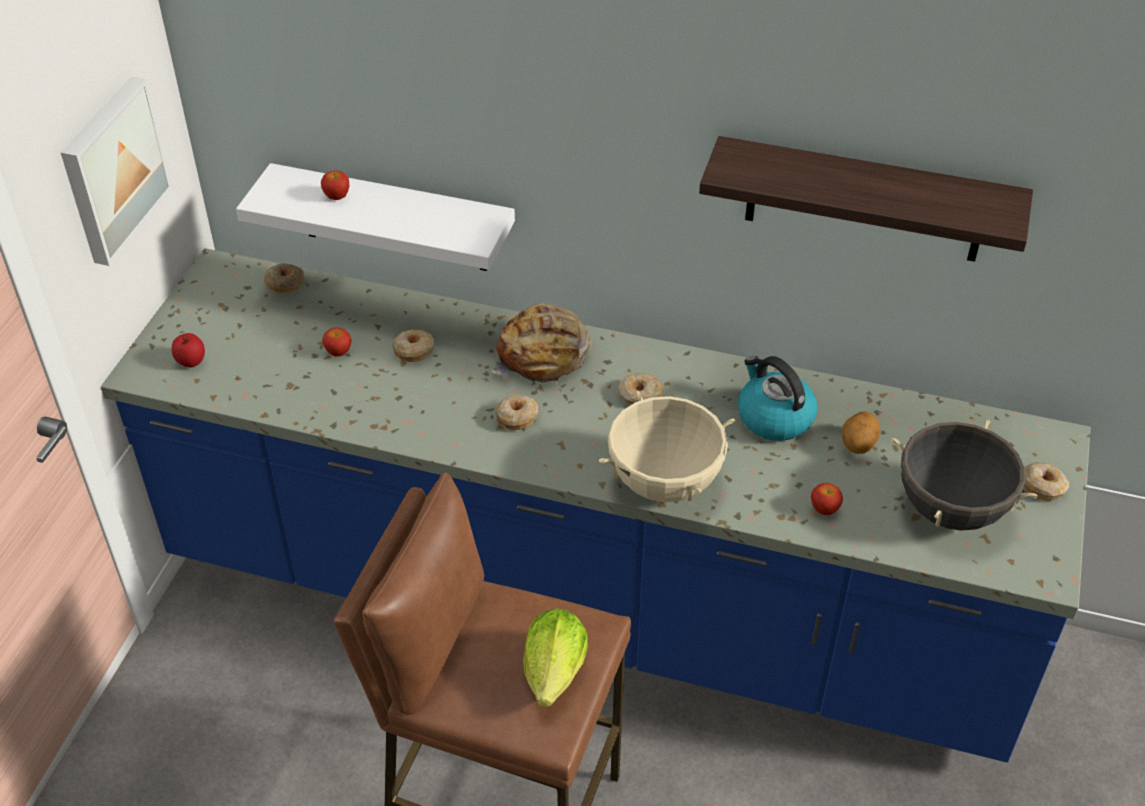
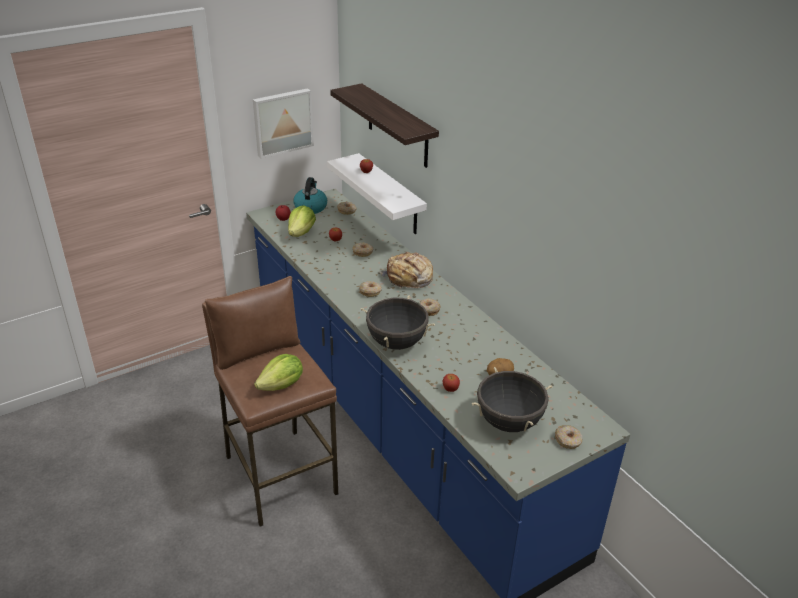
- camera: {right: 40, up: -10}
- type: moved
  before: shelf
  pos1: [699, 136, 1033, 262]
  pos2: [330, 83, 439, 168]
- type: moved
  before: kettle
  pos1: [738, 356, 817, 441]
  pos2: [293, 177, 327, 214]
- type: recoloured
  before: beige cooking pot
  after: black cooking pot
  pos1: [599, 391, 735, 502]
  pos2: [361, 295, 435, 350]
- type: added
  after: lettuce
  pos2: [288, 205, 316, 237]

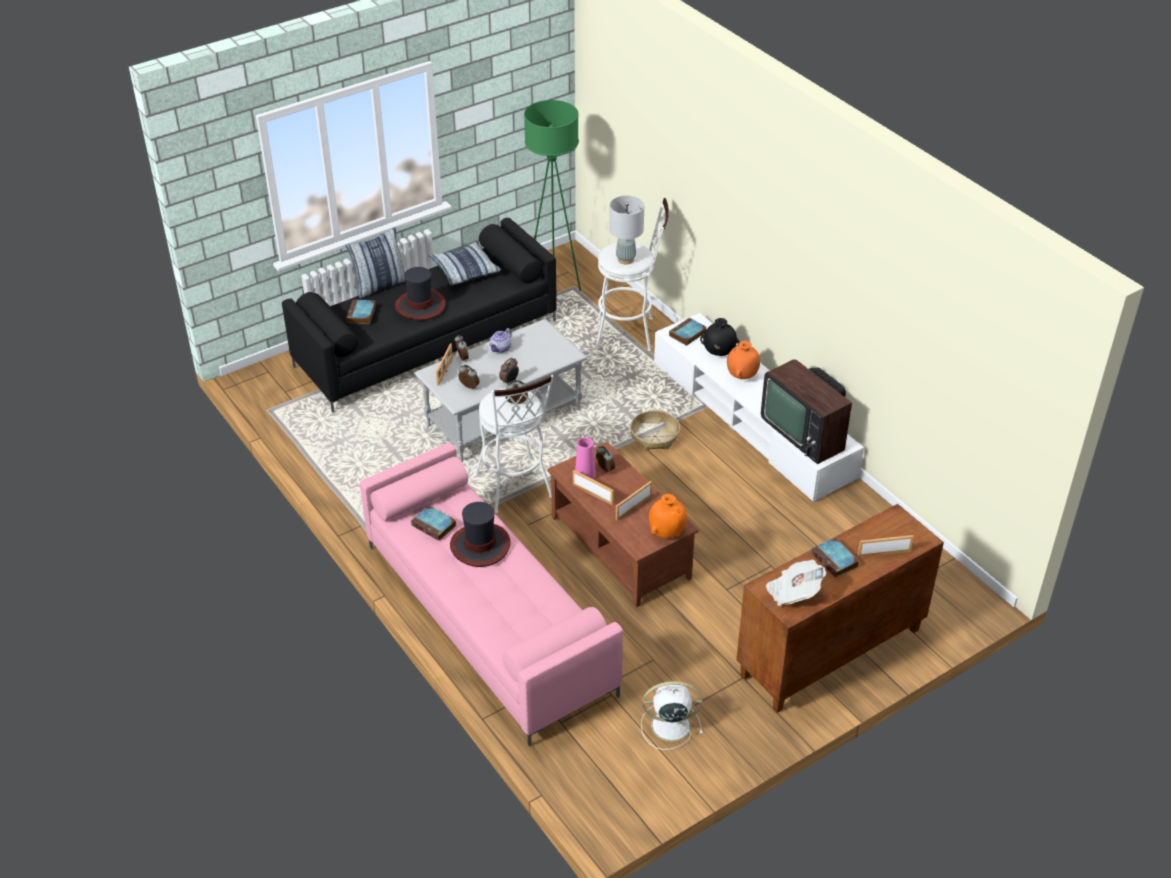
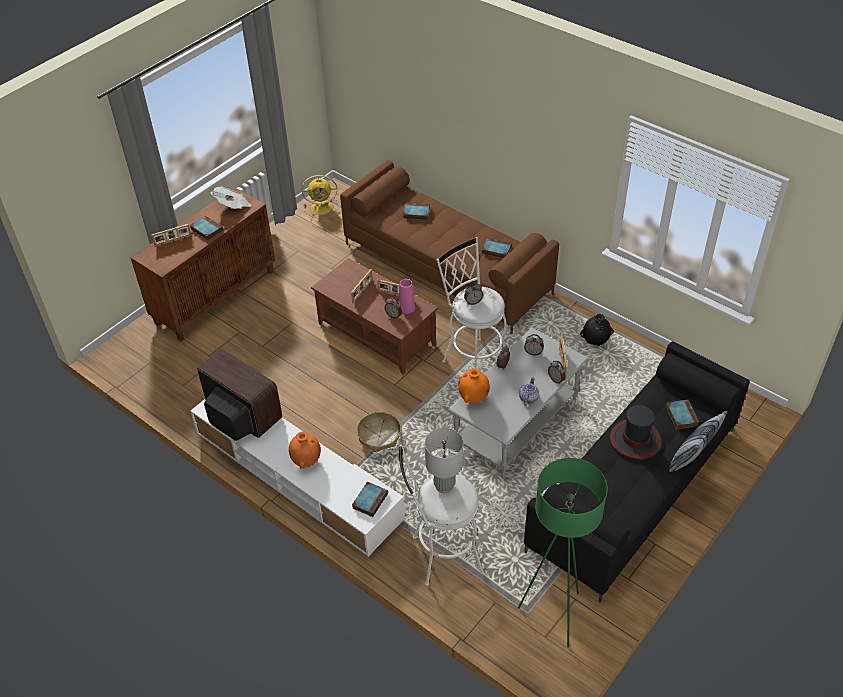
- camera: {right: 165, up: 5}
- type: removed
  before: pillow
  pos1: [428, 241, 501, 286]
- type: moved
  before: black vase
  pos1: [700, 318, 740, 356]
  pos2: [580, 314, 614, 346]
- type: recoloured
  before: pink sofa
  after: brown sofa
  pos1: [360, 443, 623, 747]
  pos2: [340, 160, 559, 334]
- type: moved
  before: orange vase
  pos1: [649, 494, 687, 538]
  pos2: [458, 368, 490, 403]
- type: removed
  before: hat
  pos1: [450, 502, 511, 567]
- type: removed
  before: white fan
  pos1: [641, 681, 703, 750]
- type: added
  after: yellow fan
  pos2: [302, 175, 339, 218]
- type: added
  after: book
  pos2: [403, 203, 430, 220]

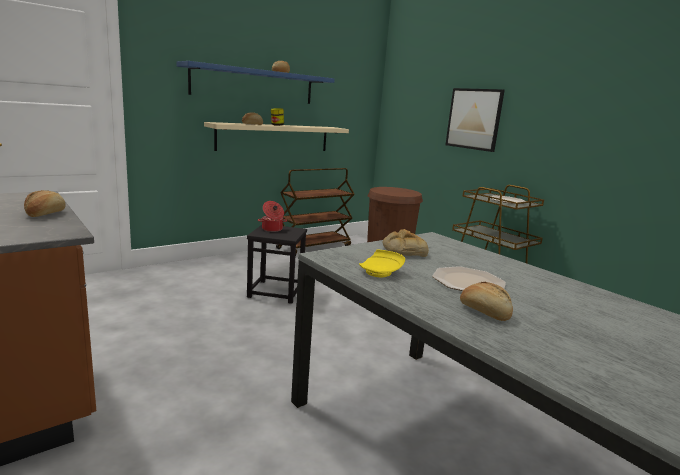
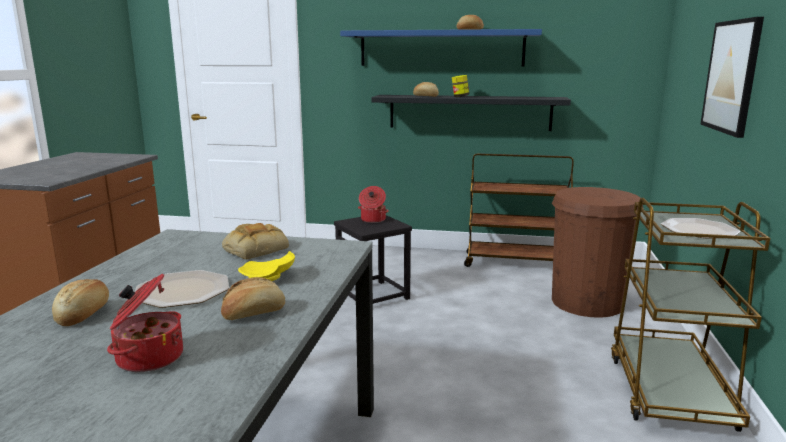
- camera: {right: 50, up: 0}
- type: recoloured
  before: beige shelf
  after: black shelf
  pos1: [204, 122, 349, 151]
  pos2: [372, 95, 571, 131]
- type: moved
  before: bread
  pos1: [24, 190, 66, 217]
  pos2: [221, 277, 285, 320]
- type: moved
  before: yellow plate
  pos1: [359, 249, 405, 277]
  pos2: [238, 251, 295, 281]
- type: added
  after: cooking pot
  pos2: [107, 274, 183, 372]

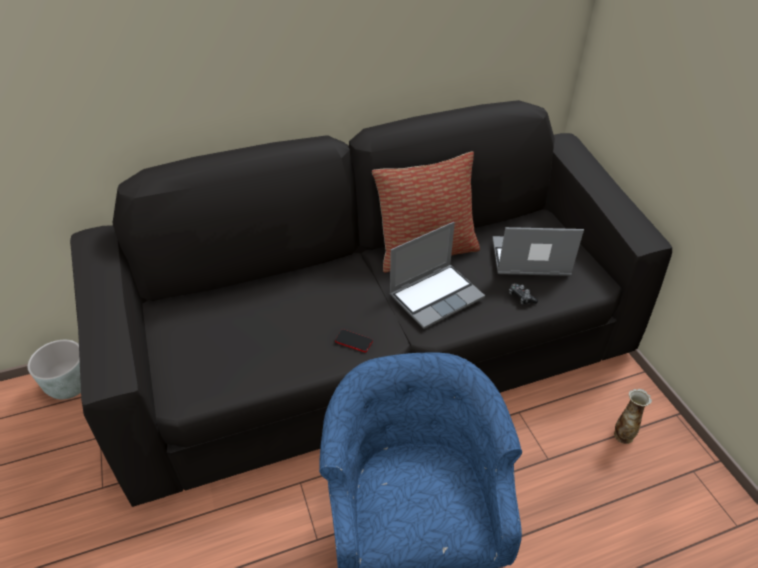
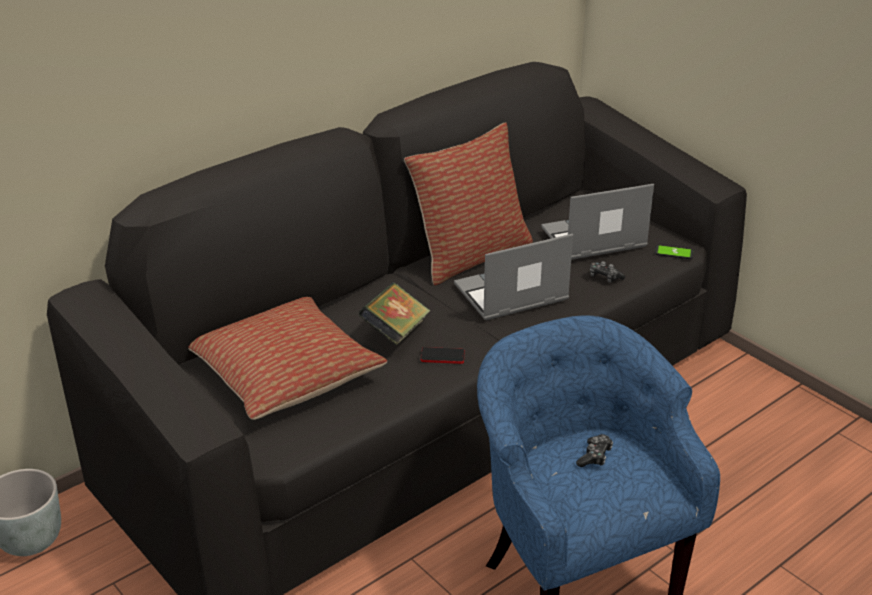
- camera: {right: -20, up: -10}
- type: turned
  before: laptop
  pos1: [389, 222, 485, 329]
  pos2: [454, 234, 573, 320]
  turn: -150
- type: removed
  before: vase
  pos1: [614, 389, 652, 444]
- type: added
  after: phone
  pos2: [654, 245, 694, 259]
- type: added
  after: book
  pos2: [358, 283, 430, 346]
- type: added
  after: pillow
  pos2: [188, 297, 387, 420]
- type: added
  after: game controller
  pos2: [576, 434, 613, 467]

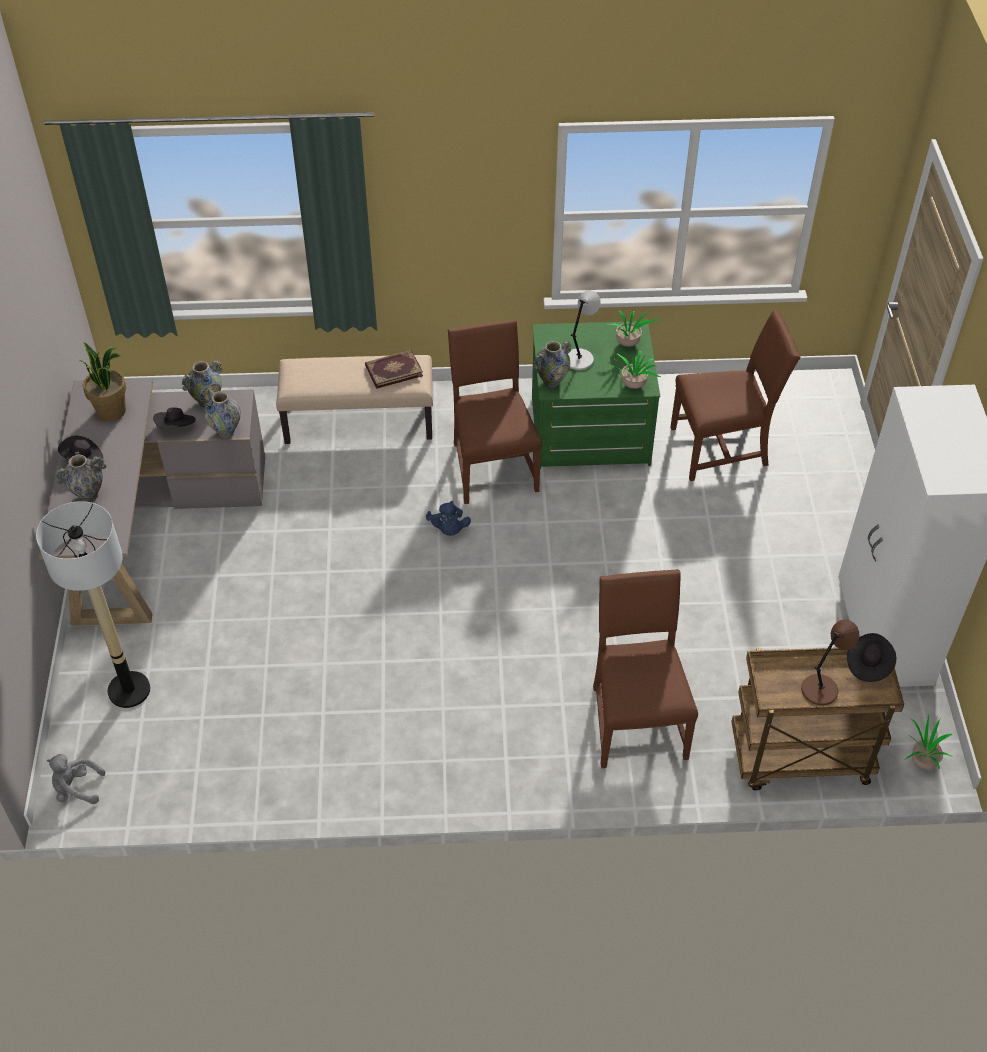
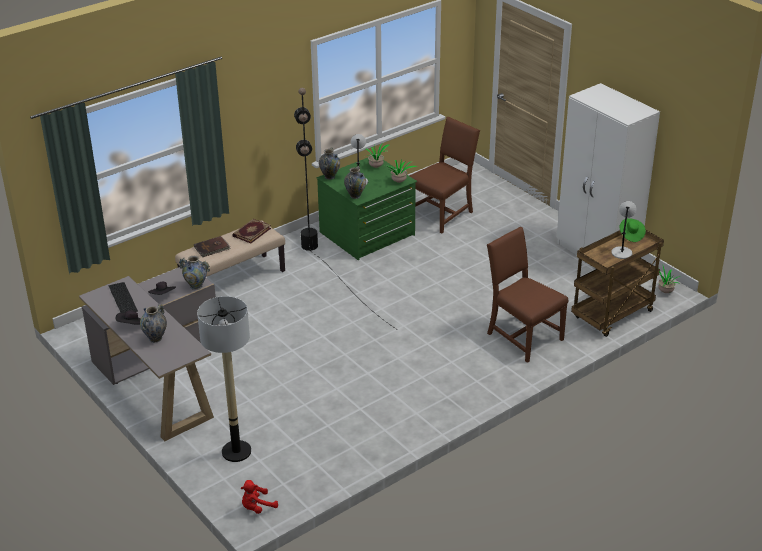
- camera: {right: -35, up: -15}
- type: replaced
  before: brown chair
  after: black floor lamp
  pos1: [448, 319, 542, 504]
  pos2: [294, 88, 396, 329]
- type: replaced
  before: potted plant
  after: keyboard
  pos1: [78, 342, 126, 421]
  pos2: [109, 282, 138, 313]
- type: moved
  before: vase
  pos1: [182, 360, 222, 408]
  pos2: [319, 148, 340, 180]
- type: removed
  before: blue plush toy
  pos1: [426, 501, 471, 536]
- type: recoloured
  before: brown table lamp
  after: grey table lamp
  pos1: [801, 619, 860, 705]
  pos2: [611, 201, 637, 259]
- type: recoloured
  before: black hat
  after: green hat
  pos1: [847, 633, 896, 682]
  pos2: [619, 218, 646, 242]
- type: recoloured
  before: grey plush toy
  after: red plush toy
  pos1: [47, 754, 105, 804]
  pos2: [241, 480, 278, 514]
- type: added
  after: brown book
  pos2: [194, 236, 231, 257]

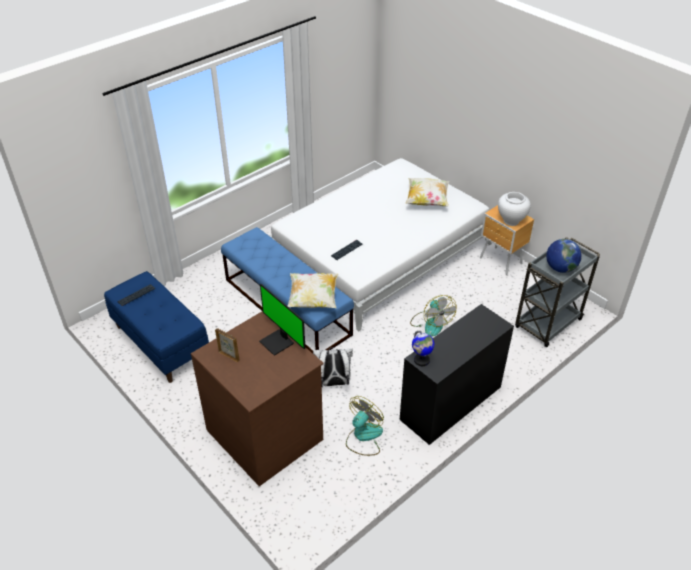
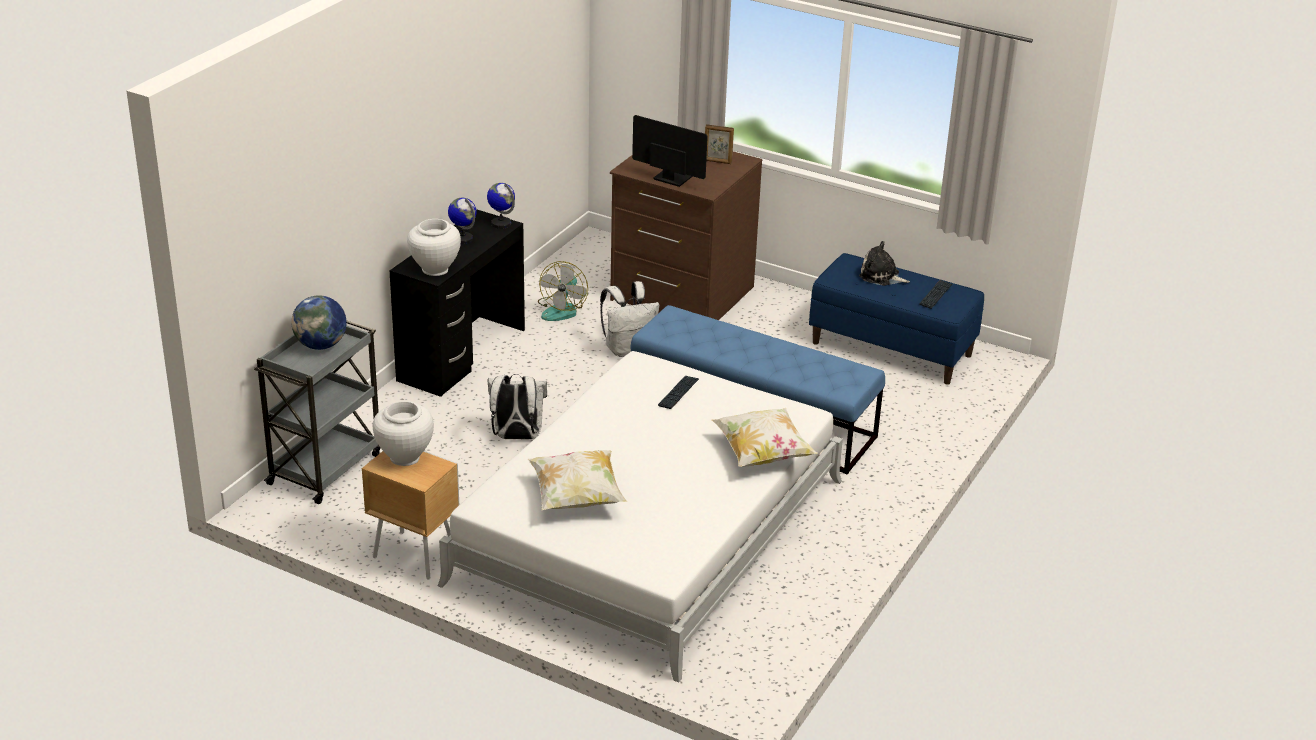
- camera: {right: 160, up: -10}
- type: moved
  before: pillow
  pos1: [288, 273, 338, 308]
  pos2: [712, 408, 818, 467]
- type: replaced
  before: fan
  after: white backpack
  pos1: [410, 295, 456, 337]
  pos2: [488, 374, 547, 439]
- type: added
  after: globe
  pos2: [448, 198, 477, 244]
- type: added
  after: white vase
  pos2: [407, 219, 461, 276]
- type: added
  after: plush toy
  pos2: [859, 241, 910, 286]

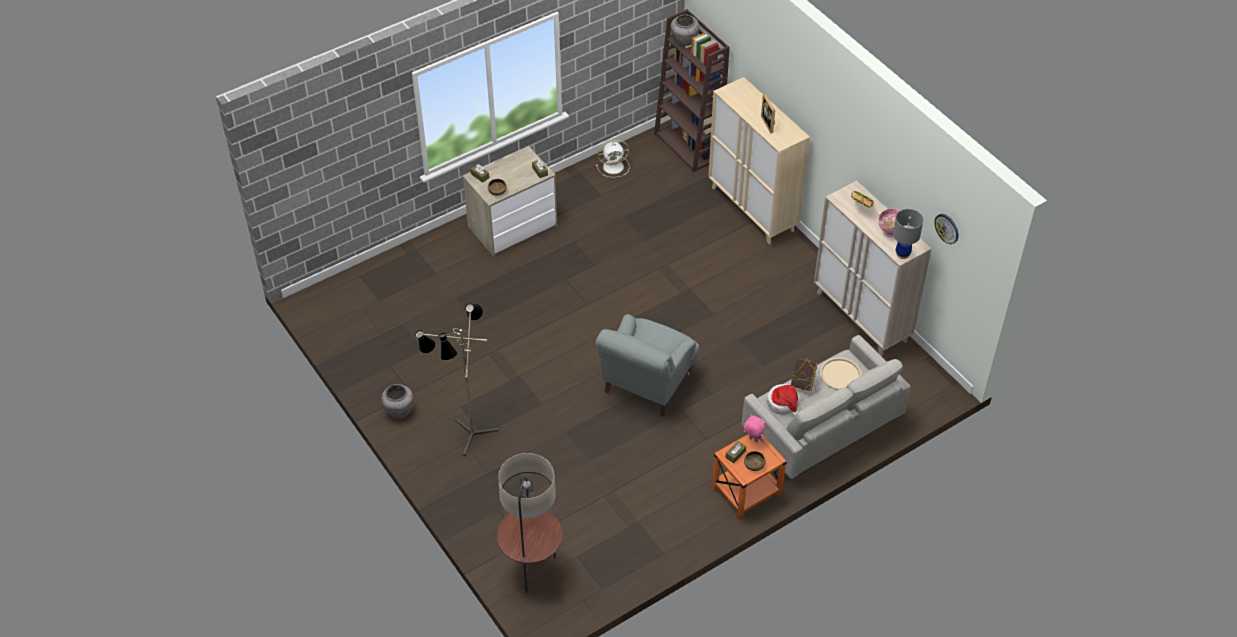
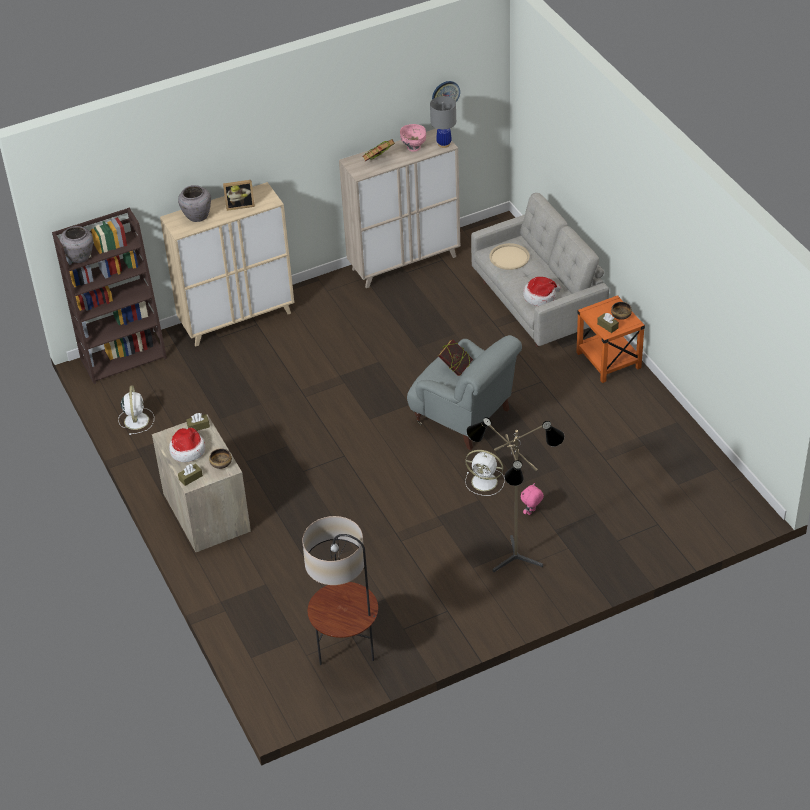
- camera: {right: -80, up: -5}
- type: moved
  before: book
  pos1: [791, 358, 818, 391]
  pos2: [438, 339, 473, 376]
- type: moved
  before: grey vase
  pos1: [381, 384, 413, 419]
  pos2: [178, 185, 211, 222]
- type: moved
  before: pink plush toy
  pos1: [744, 414, 766, 443]
  pos2: [521, 483, 544, 515]
- type: moved
  before: floor lamp
  pos1: [497, 453, 562, 593]
  pos2: [302, 516, 378, 665]
- type: added
  after: hat
  pos2: [169, 428, 205, 462]
- type: added
  after: white fan
  pos2: [465, 450, 505, 496]

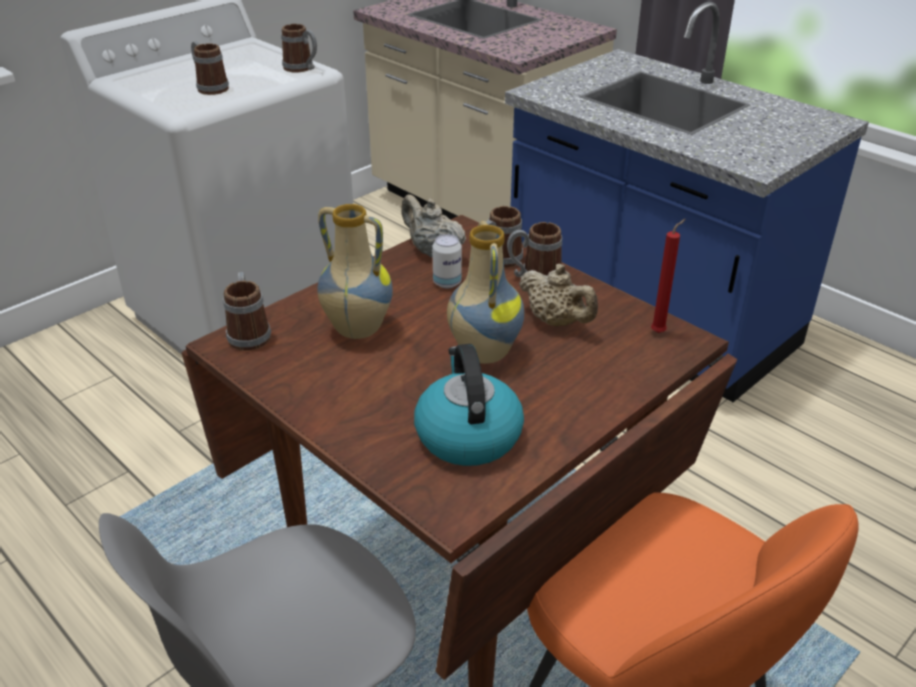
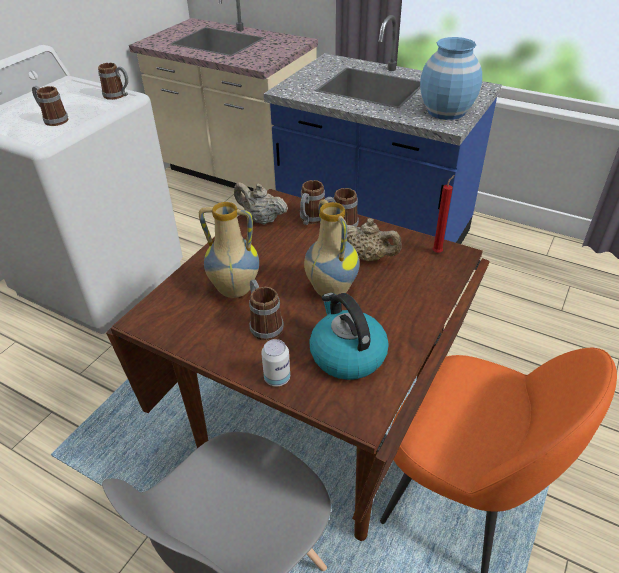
- camera: {right: -15, up: 5}
- type: moved
  before: can
  pos1: [432, 234, 462, 288]
  pos2: [261, 339, 290, 386]
- type: moved
  before: mug
  pos1: [223, 272, 271, 351]
  pos2: [249, 279, 284, 341]
- type: added
  after: blue vase
  pos2: [420, 37, 482, 120]

